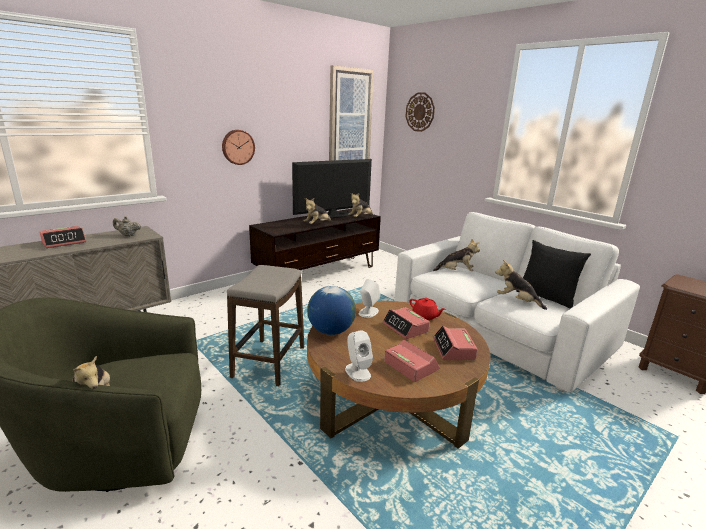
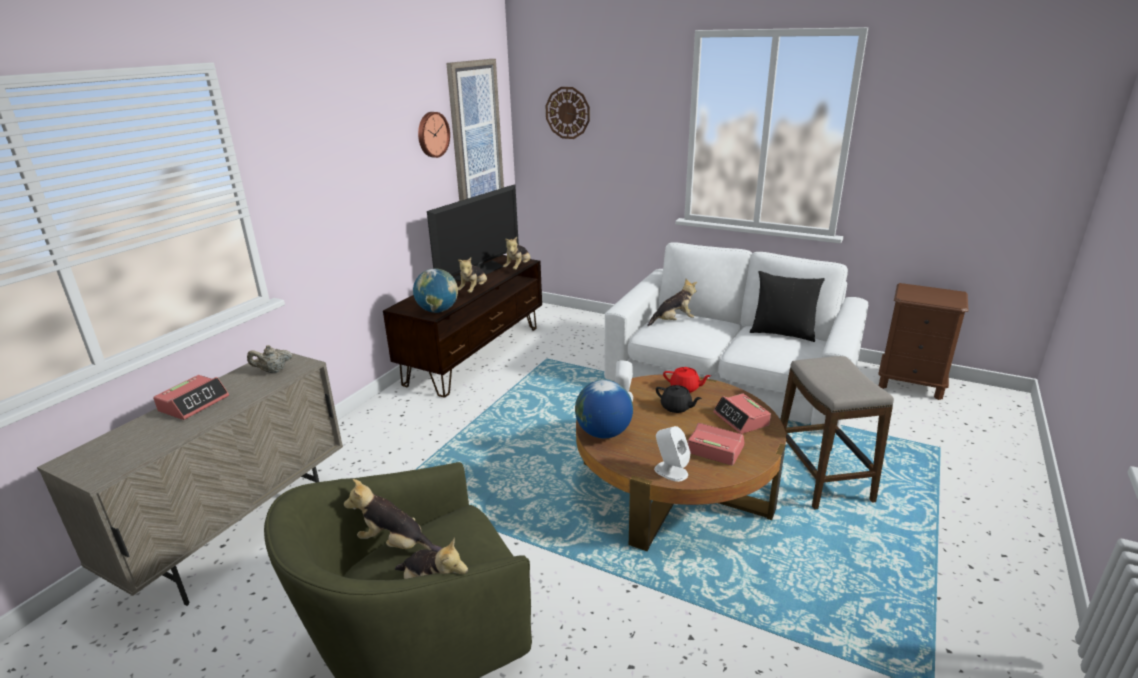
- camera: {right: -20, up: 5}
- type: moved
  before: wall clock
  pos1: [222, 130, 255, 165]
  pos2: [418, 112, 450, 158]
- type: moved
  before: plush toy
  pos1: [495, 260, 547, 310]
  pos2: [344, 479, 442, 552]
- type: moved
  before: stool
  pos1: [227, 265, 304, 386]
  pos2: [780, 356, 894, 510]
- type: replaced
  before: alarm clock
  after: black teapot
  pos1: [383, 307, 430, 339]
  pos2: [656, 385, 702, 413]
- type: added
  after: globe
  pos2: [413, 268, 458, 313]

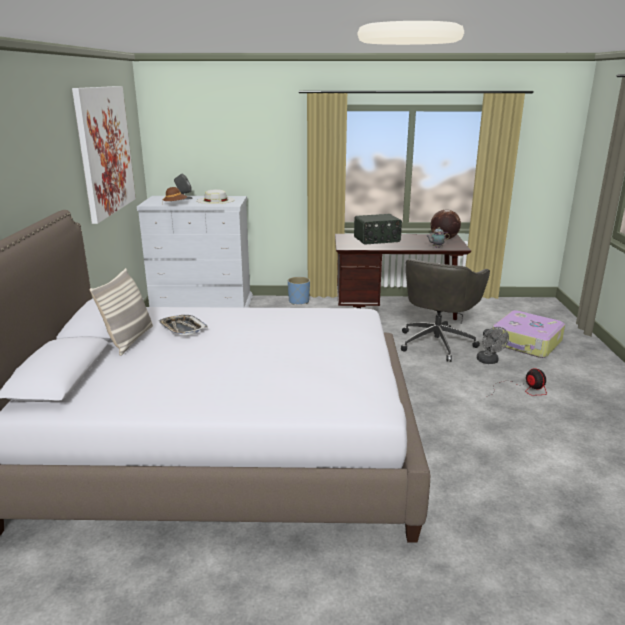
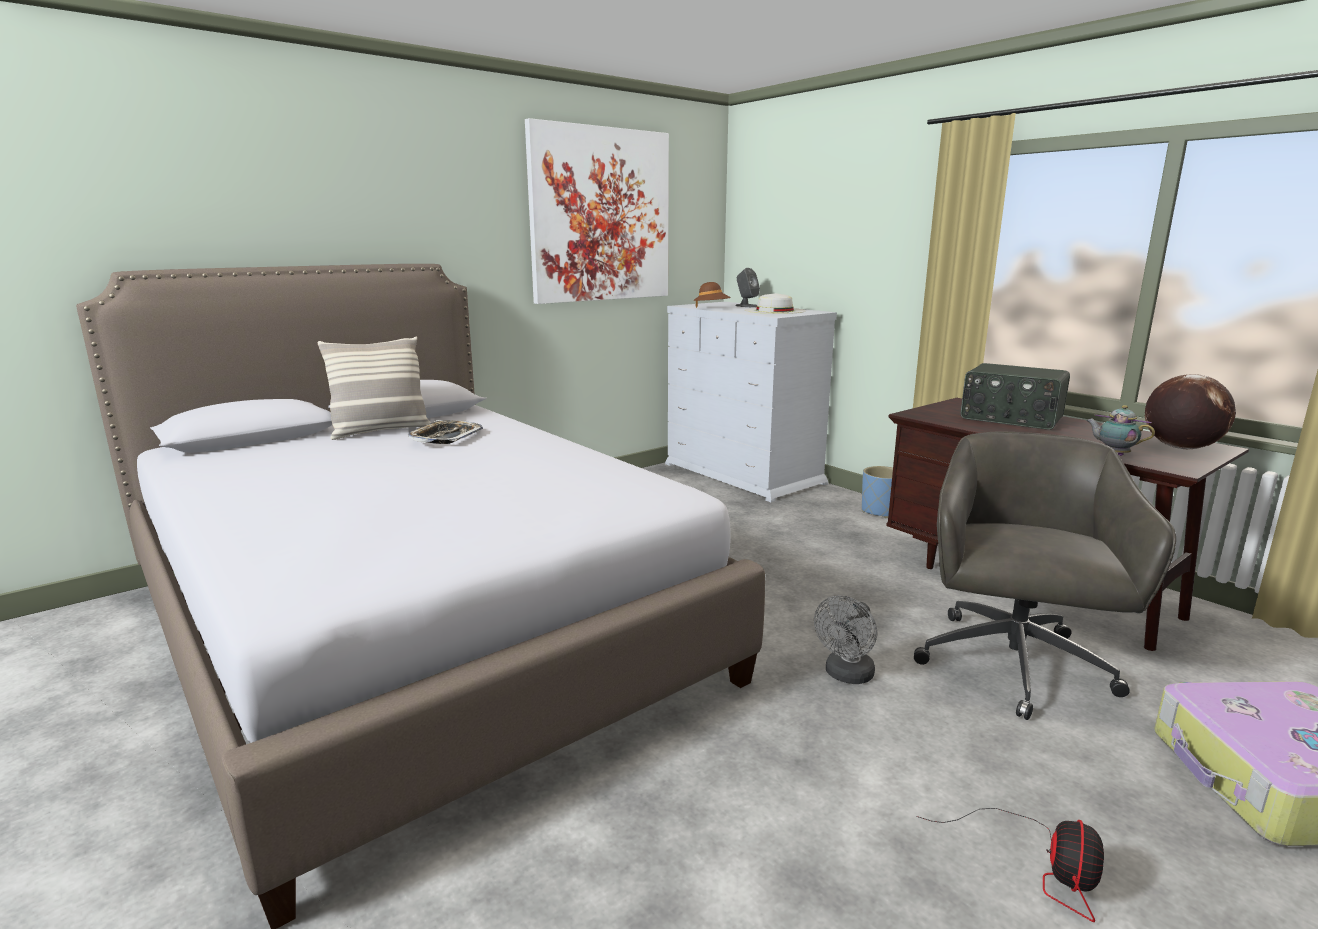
- camera: {right: 50, up: -5}
- type: turned
  before: grey office chair
  pos1: [401, 259, 490, 362]
  pos2: [914, 432, 1176, 720]
  turn: 120
- type: moved
  before: grey fan
  pos1: [477, 327, 509, 364]
  pos2: [814, 595, 877, 684]

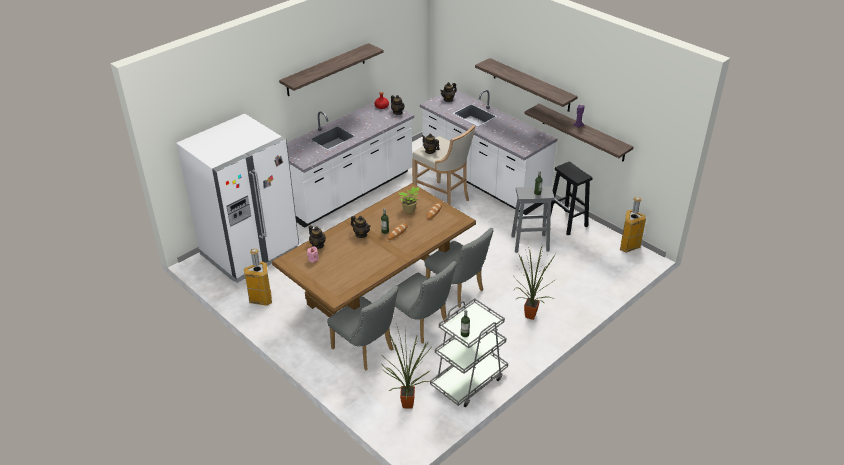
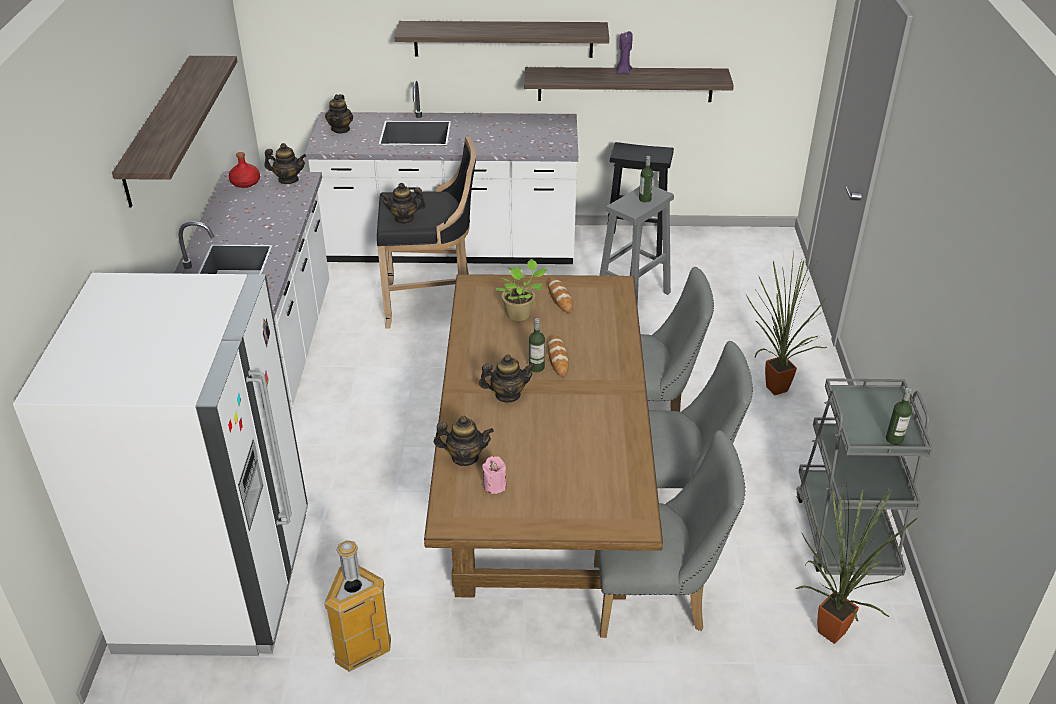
- camera: {right: -45, up: 0}
- type: recoloured
  before: beige stool
  after: black stool
  pos1: [412, 125, 475, 205]
  pos2: [377, 137, 476, 329]
- type: removed
  before: trash can
  pos1: [620, 197, 646, 253]

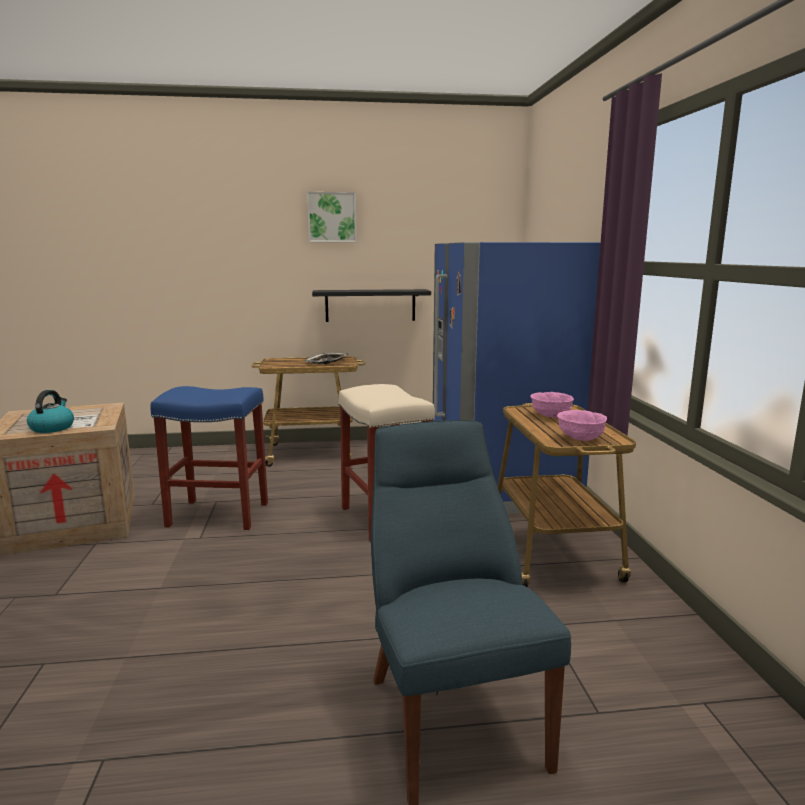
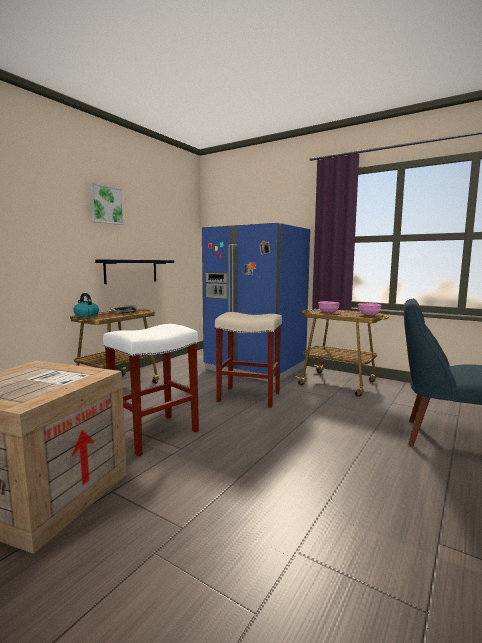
- camera: {right: -50, up: -5}
- type: recoloured
  before: blue stool
  after: white stool
  pos1: [150, 386, 268, 530]
  pos2: [103, 324, 199, 456]
- type: moved
  before: kettle
  pos1: [27, 390, 74, 433]
  pos2: [73, 293, 99, 317]

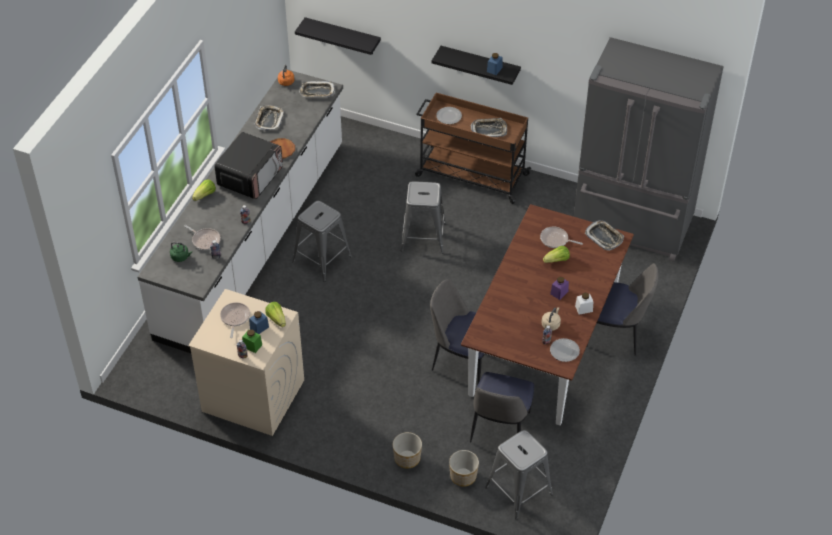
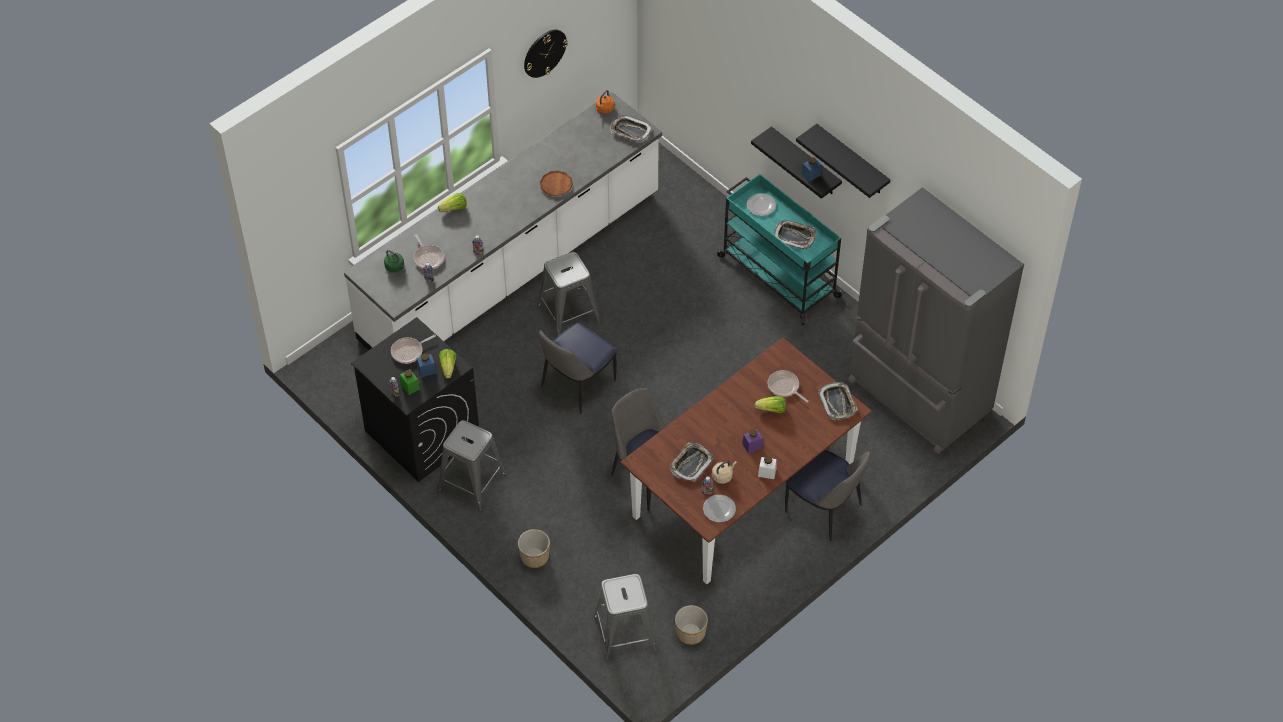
- camera: {right: 25, up: 5}
- type: moved
  before: black shelf
  pos1: [295, 17, 381, 55]
  pos2: [796, 124, 890, 198]
- type: recoloured
  before: brown cart
  after: turquoise cart
  pos1: [415, 93, 531, 204]
  pos2: [717, 174, 844, 325]
- type: moved
  before: tray
  pos1: [254, 105, 284, 131]
  pos2: [670, 443, 713, 482]
- type: removed
  before: microwave
  pos1: [214, 132, 283, 199]
- type: moved
  before: grey stool
  pos1: [401, 181, 446, 254]
  pos2: [438, 420, 507, 511]
- type: recoloured
  before: beige washing machine
  after: black washing machine
  pos1: [188, 289, 304, 436]
  pos2: [351, 317, 479, 482]
- type: turned
  before: frying pan
  pos1: [220, 302, 250, 338]
  pos2: [391, 334, 436, 364]
  turn: -150
- type: moved
  before: chair
  pos1: [470, 372, 534, 443]
  pos2: [539, 323, 617, 414]
- type: moved
  before: planter
  pos1: [449, 450, 479, 487]
  pos2: [675, 605, 708, 645]
- type: added
  after: wall clock
  pos2: [524, 30, 568, 78]

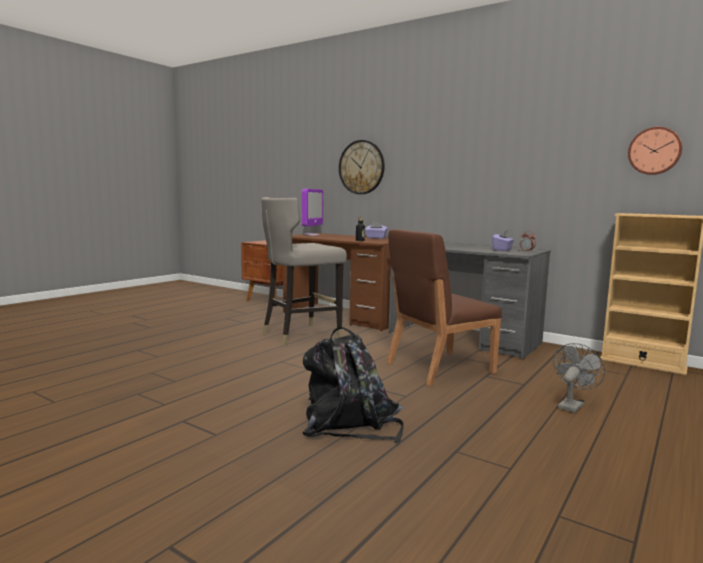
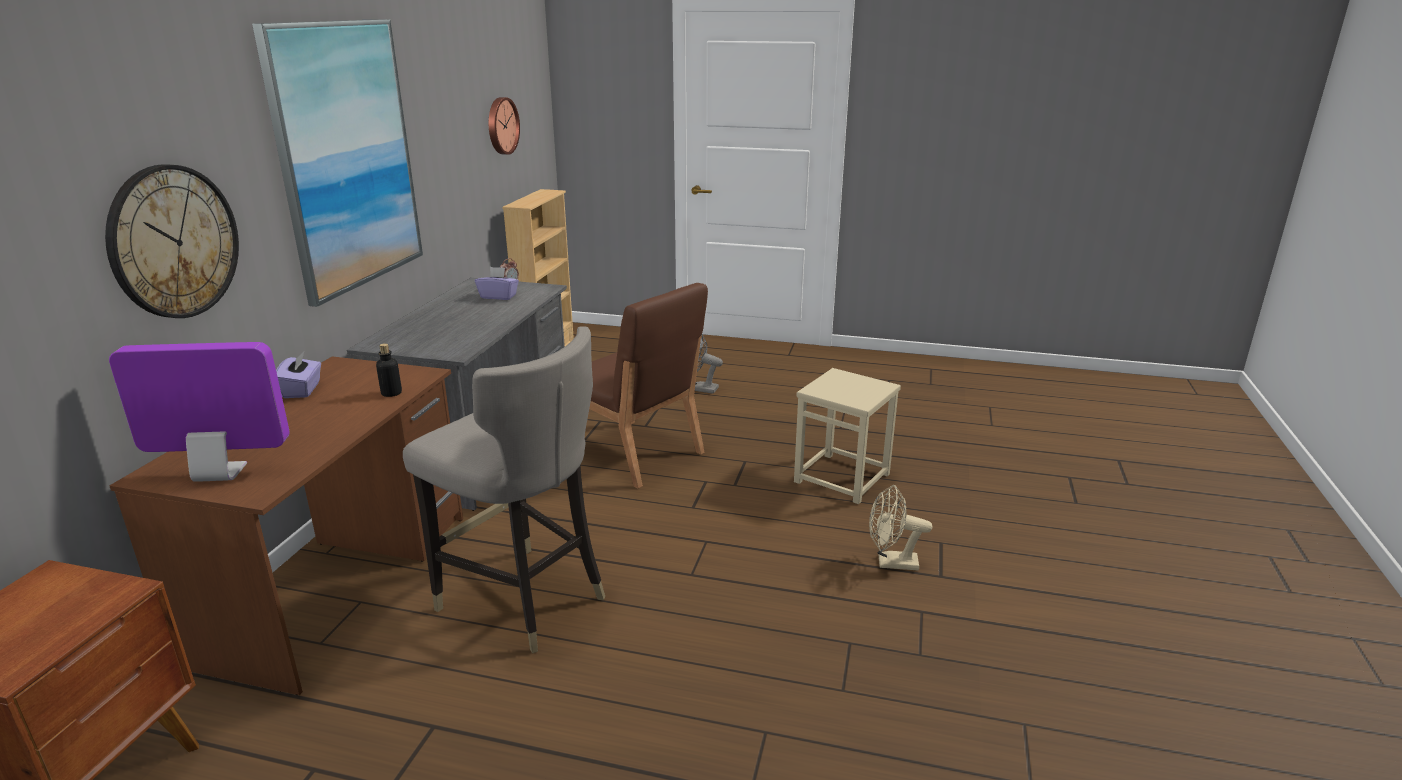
- camera: {right: -110, up: 15}
- type: replaced
  before: black backpack
  after: beige stool
  pos1: [302, 327, 403, 443]
  pos2: [794, 368, 901, 504]
- type: added
  after: picture
  pos2: [252, 19, 423, 307]
- type: added
  after: beige fan
  pos2: [869, 485, 932, 570]

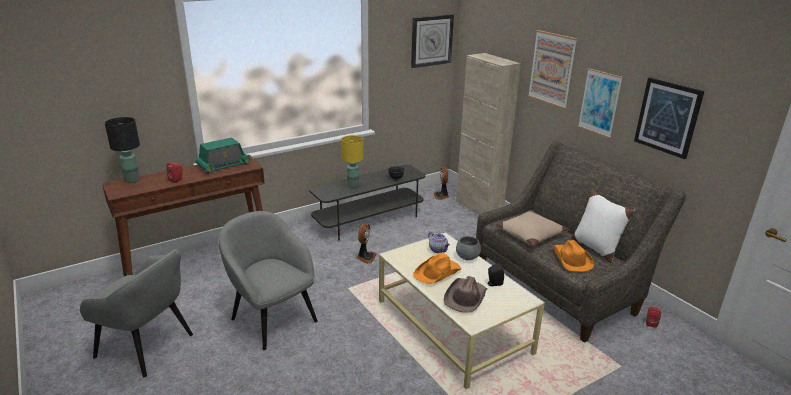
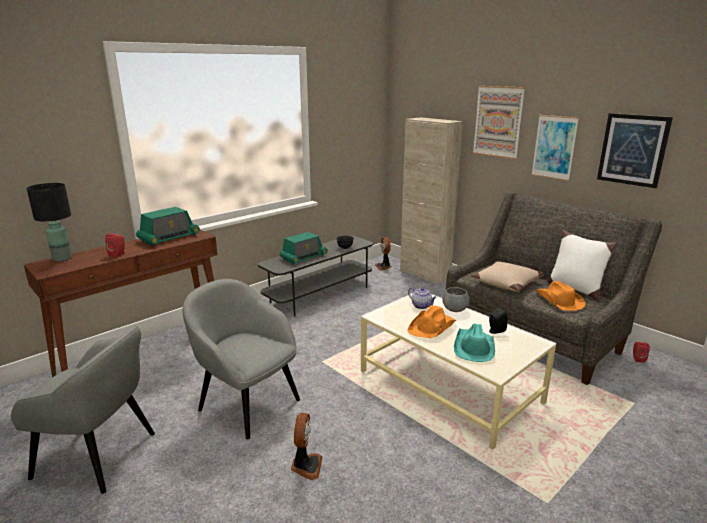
- camera: {right: -10, up: -5}
- type: removed
  before: wall clock
  pos1: [411, 14, 454, 68]
- type: replaced
  before: yellow table lamp
  after: radio
  pos1: [341, 135, 364, 188]
  pos2: [280, 232, 327, 264]
- type: moved
  before: fan
  pos1: [356, 224, 377, 264]
  pos2: [291, 413, 323, 480]
- type: recoloured
  before: brown hat
  after: turquoise hat
  pos1: [444, 276, 487, 313]
  pos2: [454, 323, 495, 362]

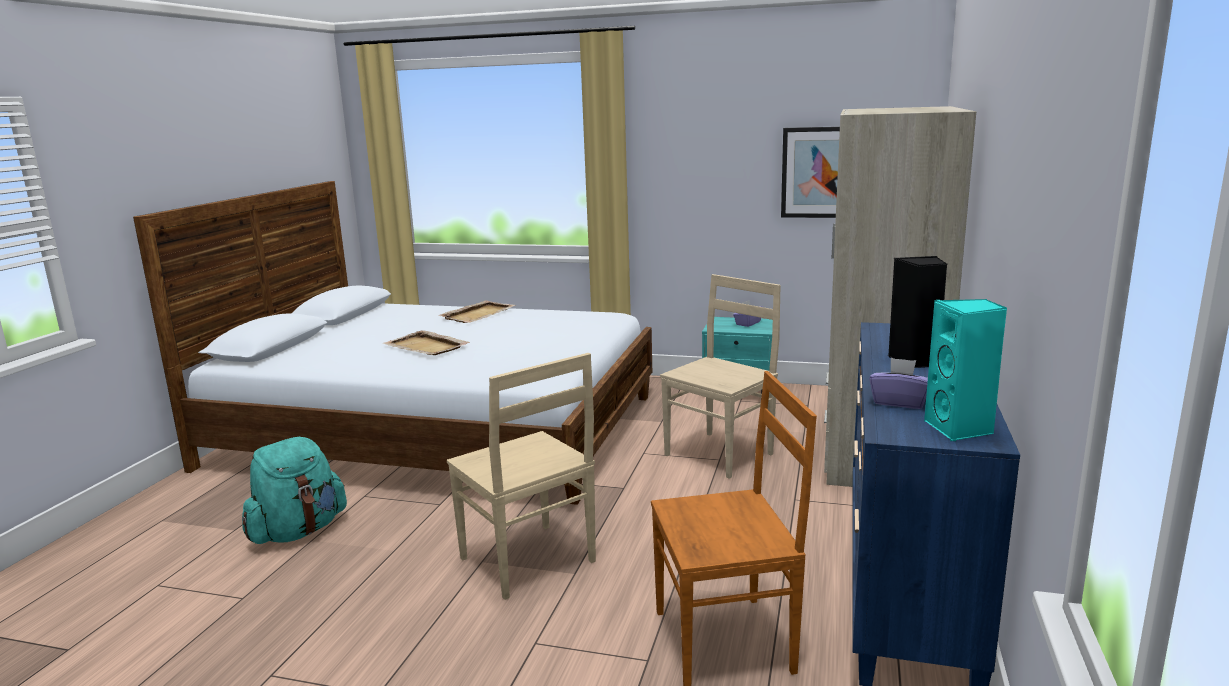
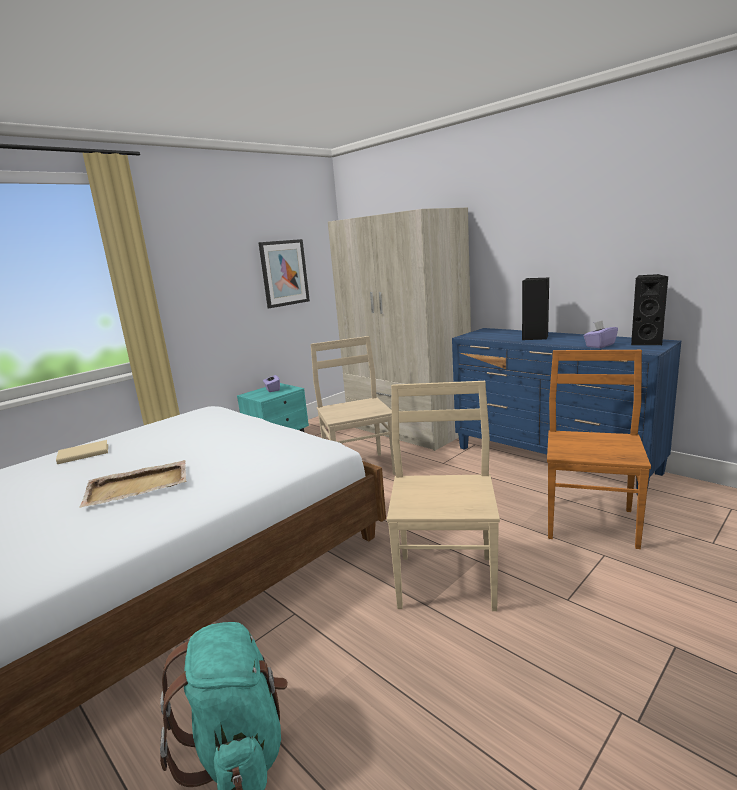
- camera: {right: -60, up: 0}
- type: recoloured
  before: turquoise speaker
  after: black speaker
  pos1: [924, 299, 1008, 441]
  pos2: [631, 274, 668, 345]
- type: replaced
  before: beige tray
  after: beige book
  pos1: [438, 300, 515, 323]
  pos2: [56, 440, 108, 464]
- type: turned
  before: beige chair
  pos1: [447, 353, 596, 600]
  pos2: [387, 381, 500, 611]
  turn: -75

